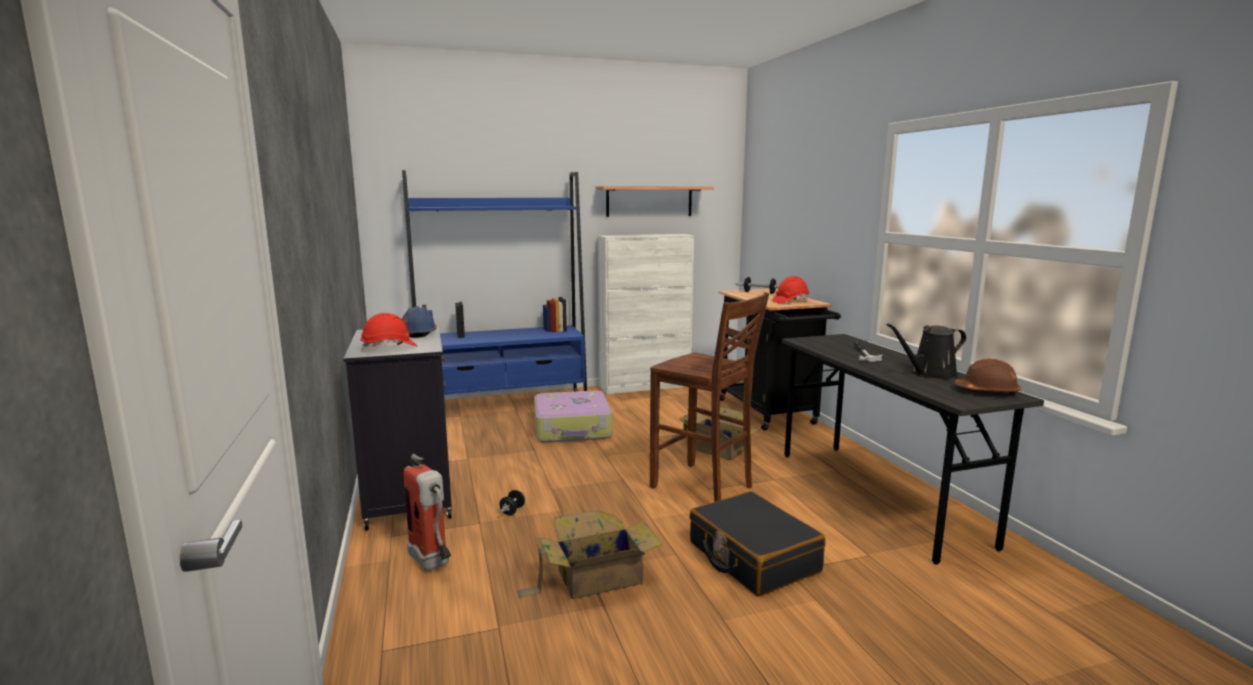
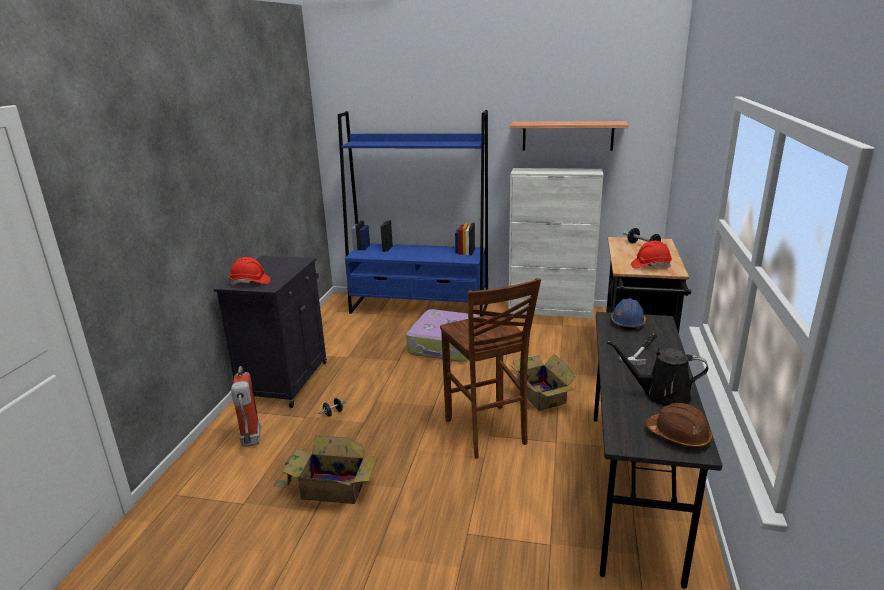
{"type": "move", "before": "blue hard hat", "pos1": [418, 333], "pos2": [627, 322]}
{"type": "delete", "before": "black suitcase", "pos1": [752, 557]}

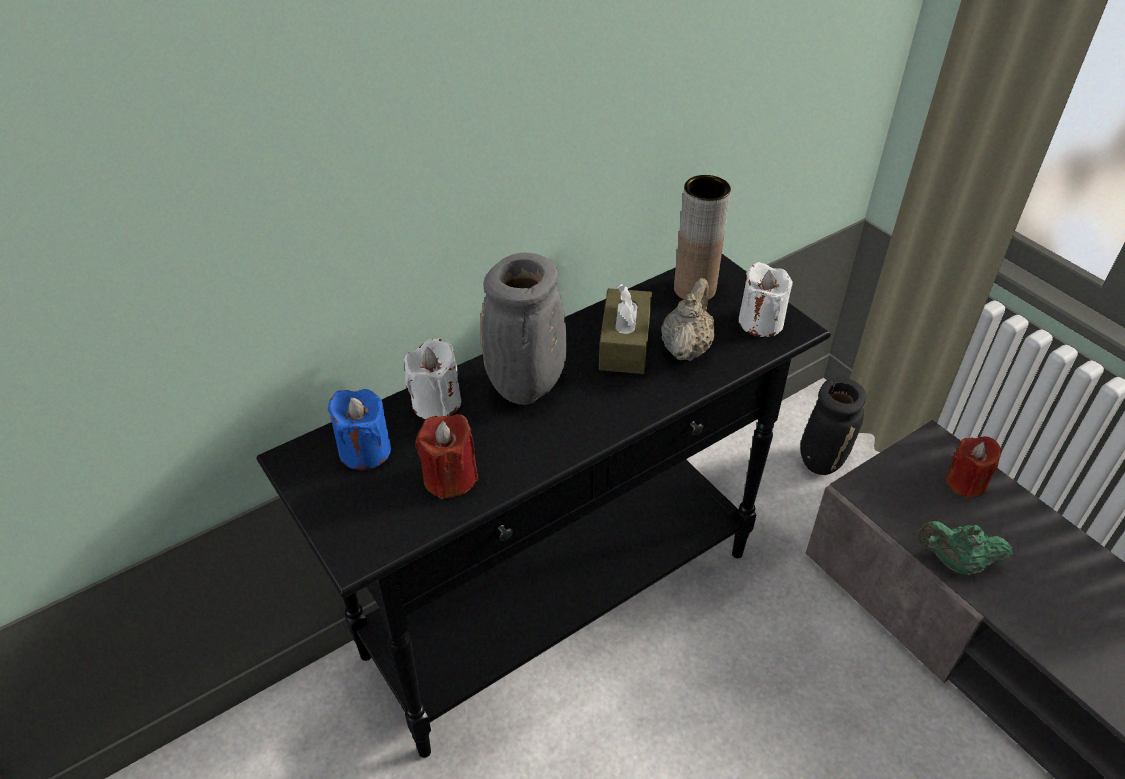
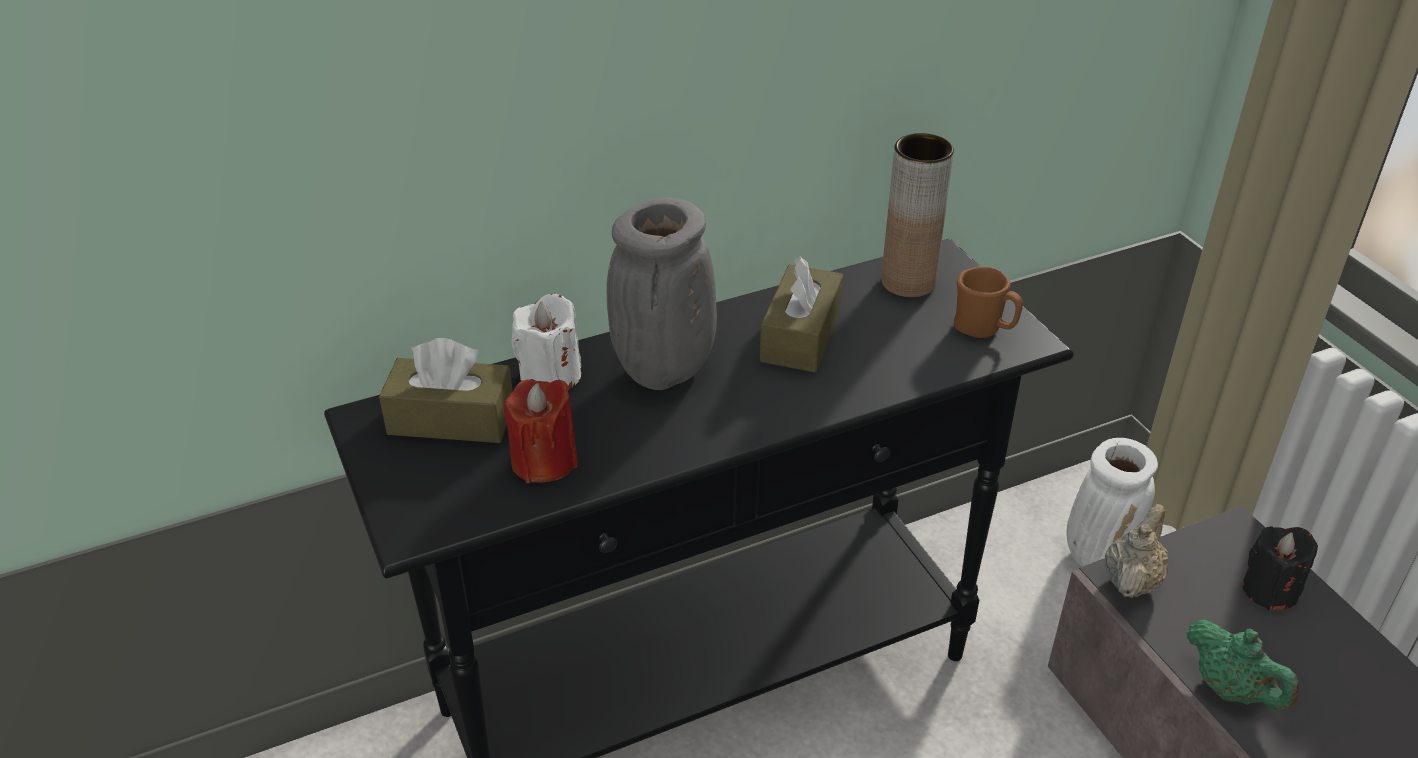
{"type": "replace", "before": "white candle", "after": "brown mug", "pos1": [760, 322], "pos2": [983, 329]}
{"type": "move", "before": "beige teapot", "pos1": [686, 348], "pos2": [1131, 580]}
{"type": "recolor", "before": "black vase", "after": "white vase", "pos1": [821, 460], "pos2": [1097, 553]}
{"type": "replace", "before": "blue candle", "after": "brown tissue box", "pos1": [365, 451], "pos2": [451, 419]}
{"type": "recolor", "before": "red candle", "after": "black candle", "pos1": [965, 482], "pos2": [1270, 590]}
{"type": "rotate", "before": "green teapot", "pos1": [955, 563], "pos2": [1231, 690], "turn": -150}

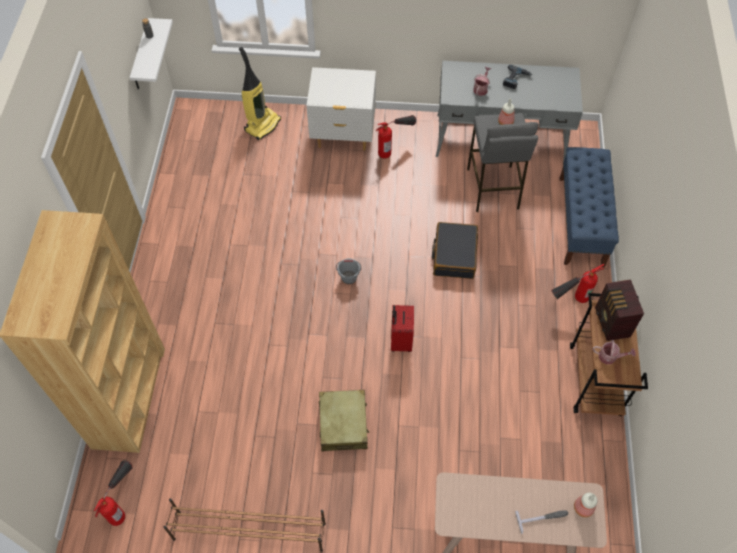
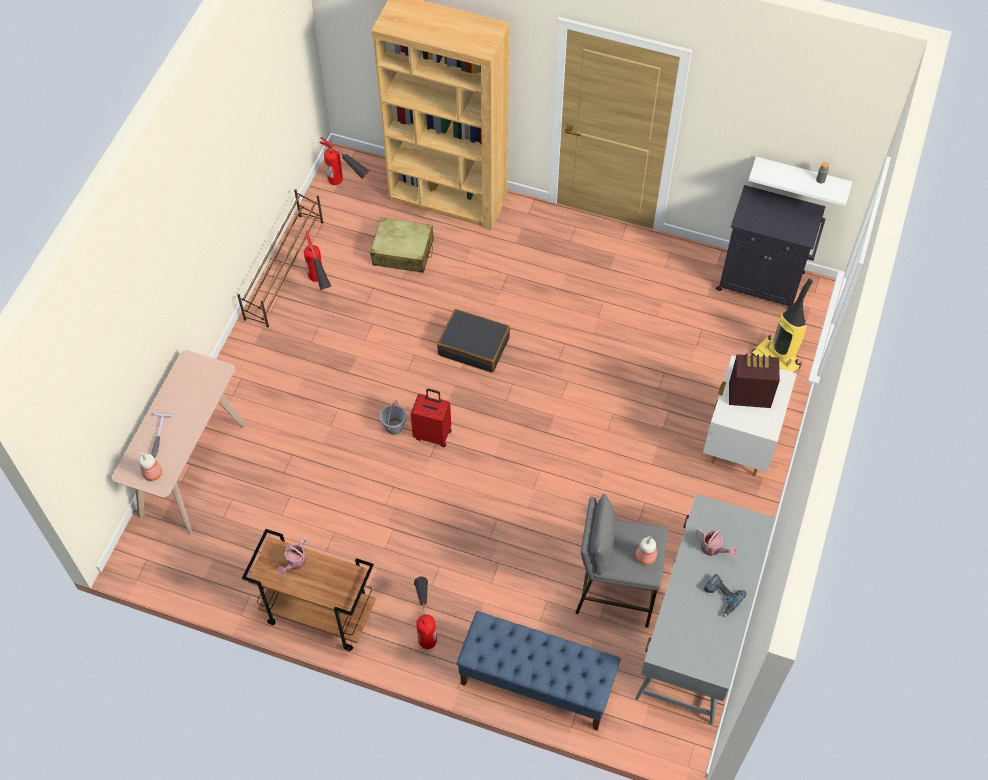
{"type": "move", "before": "fire extinguisher", "pos1": [394, 148], "pos2": [320, 287]}
{"type": "move", "before": "black suitcase", "pos1": [454, 255], "pos2": [474, 346]}
{"type": "move", "before": "grey bucket", "pos1": [348, 278], "pos2": [394, 426]}
{"type": "move", "before": "radio", "pos1": [611, 323], "pos2": [748, 394]}
{"type": "move", "before": "beige suitcase", "pos1": [343, 424], "pos2": [403, 252]}
{"type": "insert", "after": "black cabinet", "pos2": [762, 282]}

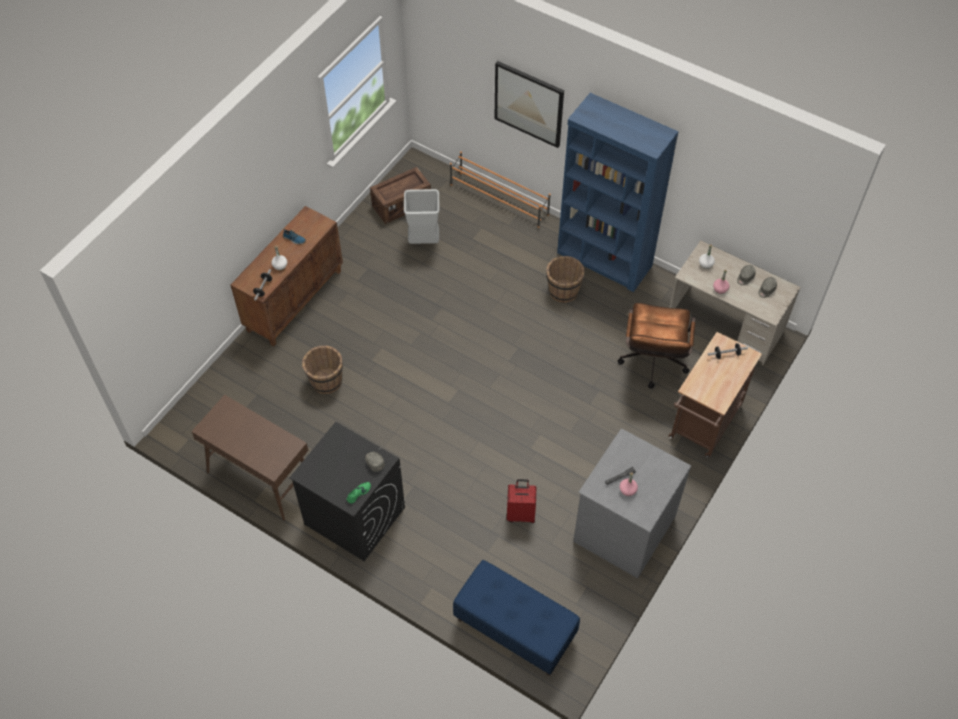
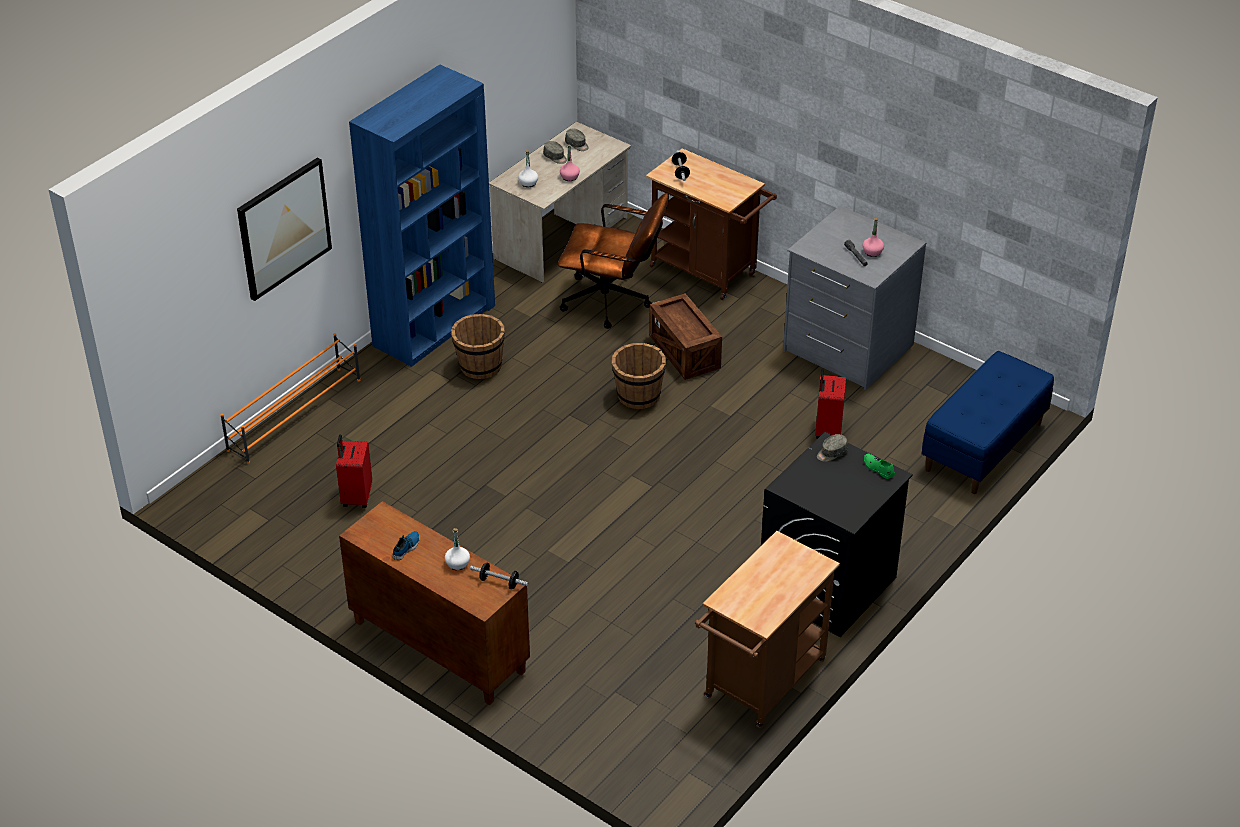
{"type": "move", "before": "crate", "pos1": [401, 205], "pos2": [685, 352]}
{"type": "replace", "before": "grey trash can", "after": "red suitcase", "pos1": [424, 242], "pos2": [356, 497]}
{"type": "move", "before": "brown bucket", "pos1": [326, 381], "pos2": [638, 396]}
{"type": "replace", "before": "brown console table", "after": "brown cart", "pos1": [261, 476], "pos2": [760, 685]}

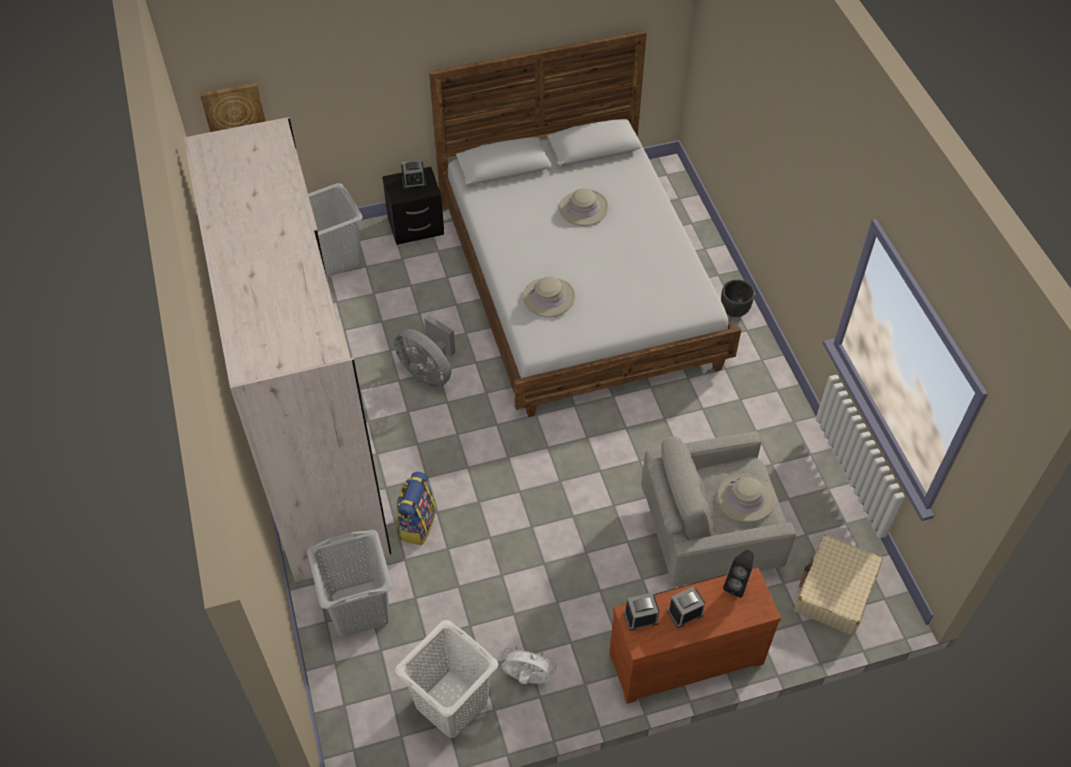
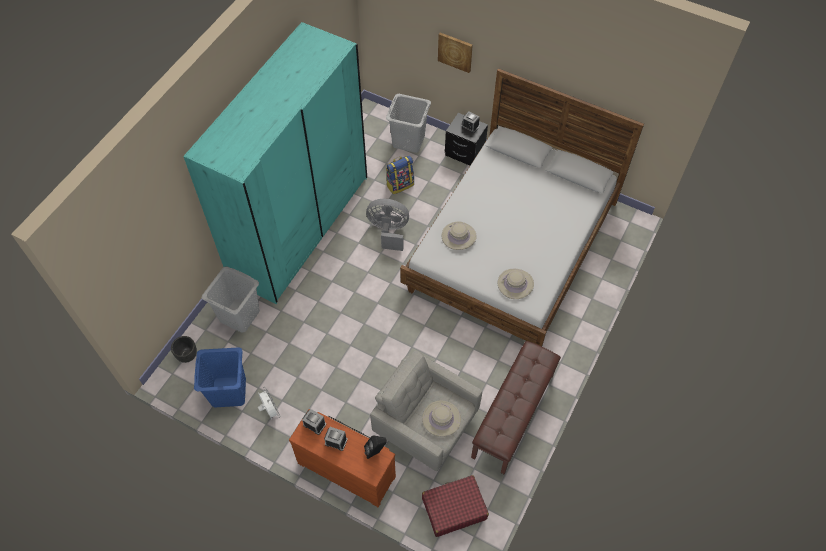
{"type": "move", "before": "picture", "pos1": [233, 109], "pos2": [455, 51]}
{"type": "recolor", "before": "beige wardrobe", "after": "turquoise wardrobe", "pos1": [315, 449], "pos2": [300, 227]}
{"type": "move", "before": "beige hat", "pos1": [583, 208], "pos2": [515, 284]}
{"type": "move", "before": "black planter", "pos1": [734, 311], "pos2": [187, 356]}
{"type": "rotate", "before": "grey fan", "pos1": [428, 372], "pos2": [388, 231], "turn": 105}
{"type": "move", "before": "backpack", "pos1": [416, 524], "pos2": [400, 184]}
{"type": "recolor", "before": "beige suitcase", "after": "red suitcase", "pos1": [834, 591], "pos2": [453, 508]}
{"type": "recolor", "before": "white laundry basket", "after": "blue laundry basket", "pos1": [451, 703], "pos2": [228, 391]}
{"type": "insert", "after": "brown bench", "pos2": [514, 415]}

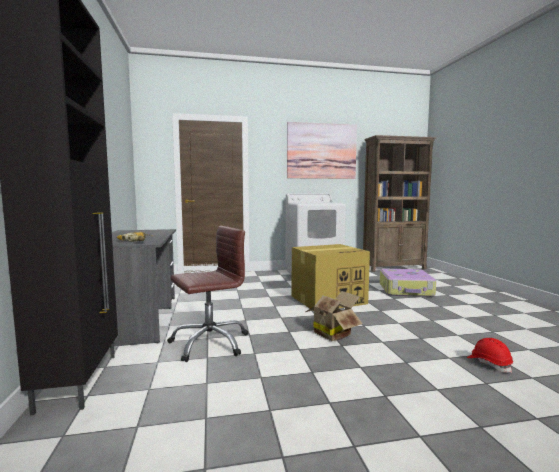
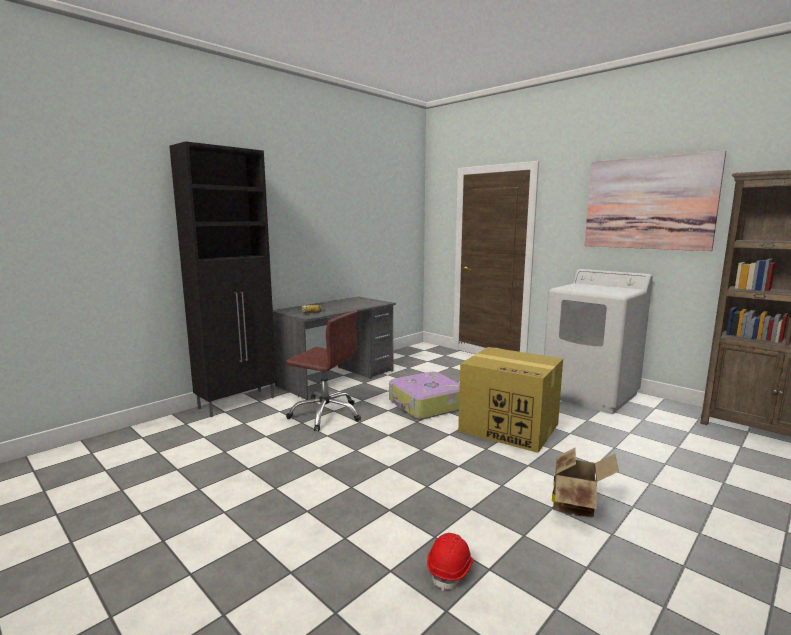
{"type": "move", "before": "suitcase", "pos1": [406, 290], "pos2": [426, 405]}
{"type": "move", "before": "cardboard box", "pos1": [333, 333], "pos2": [577, 504]}

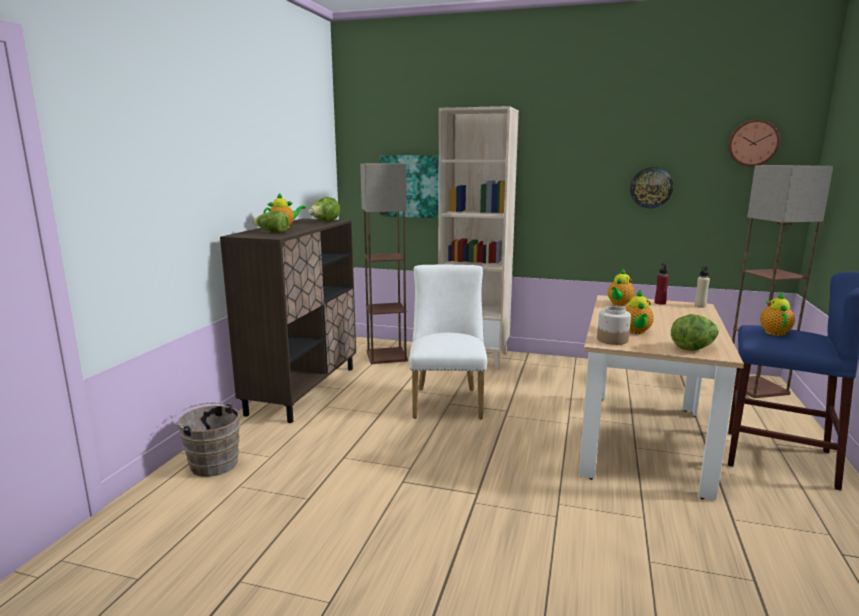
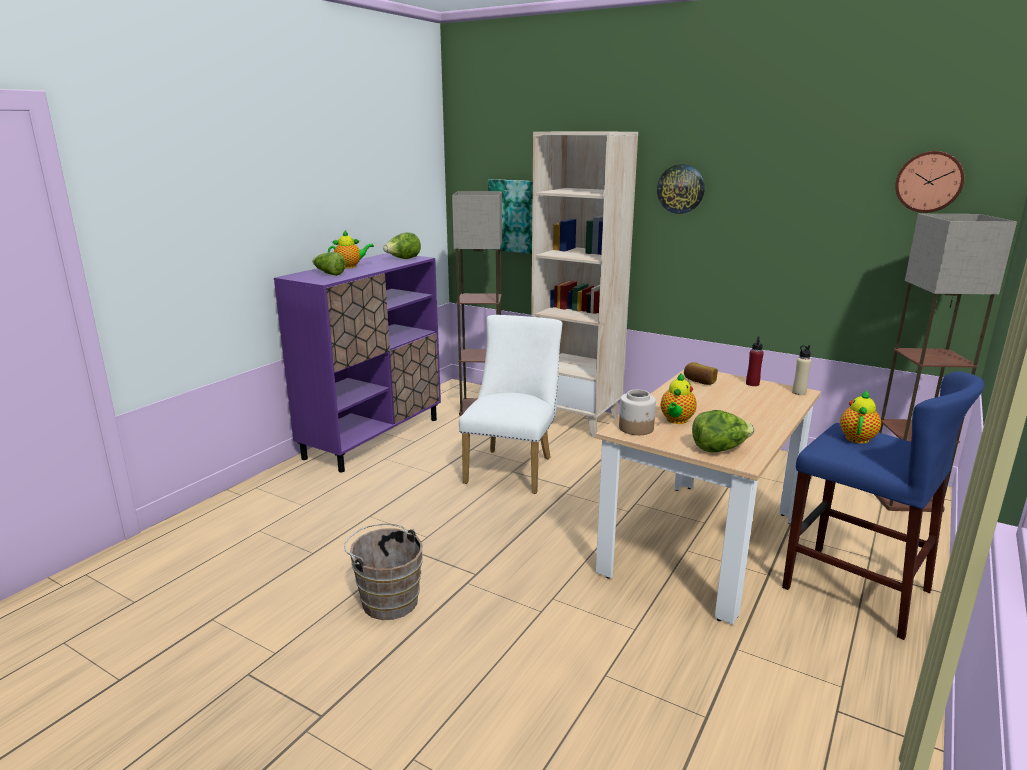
{"type": "move", "before": "wall clock", "pos1": [651, 187], "pos2": [681, 189]}
{"type": "recolor", "before": "brown cabinet", "after": "purple cabinet", "pos1": [303, 390], "pos2": [373, 438]}
{"type": "replace", "before": "teapot", "after": "bread", "pos1": [619, 304], "pos2": [699, 381]}
{"type": "move", "before": "brown bucket", "pos1": [211, 463], "pos2": [387, 599]}

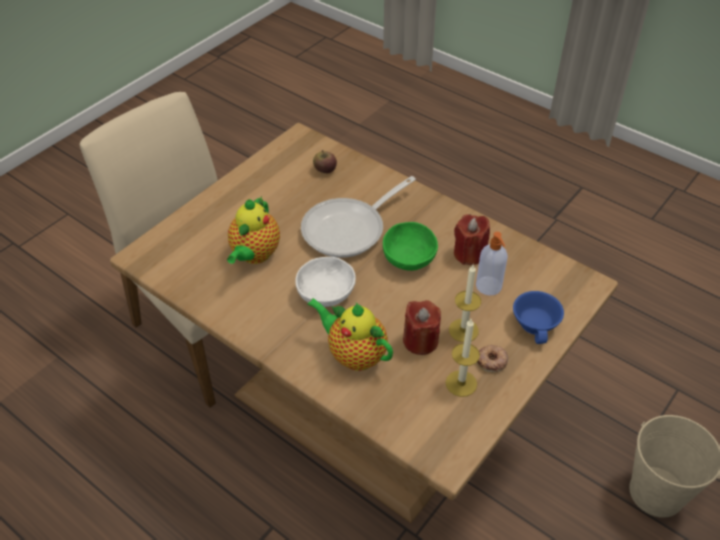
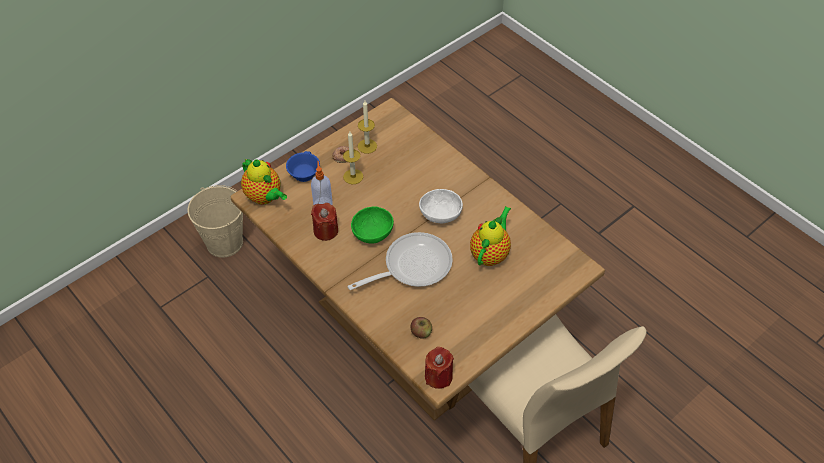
{"type": "move", "before": "teapot", "pos1": [354, 354], "pos2": [265, 197]}
{"type": "move", "before": "red candle", "pos1": [420, 341], "pos2": [438, 376]}

